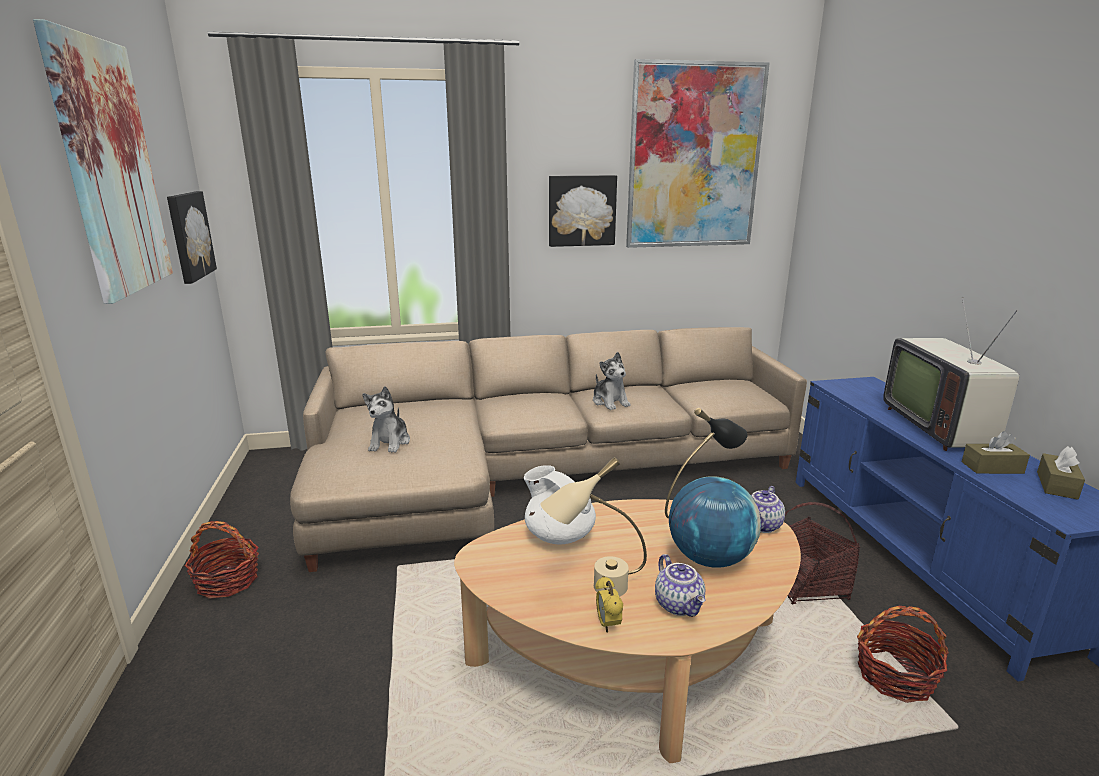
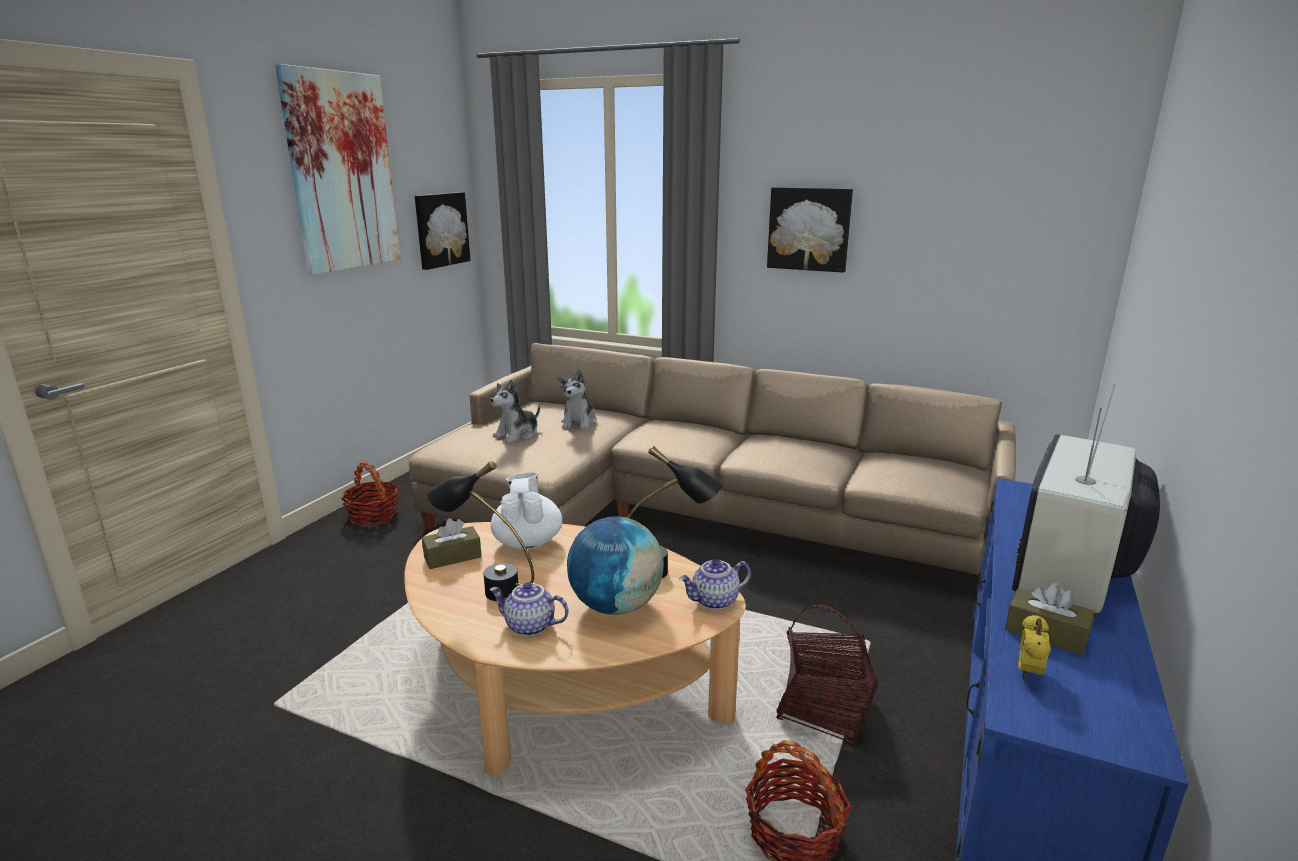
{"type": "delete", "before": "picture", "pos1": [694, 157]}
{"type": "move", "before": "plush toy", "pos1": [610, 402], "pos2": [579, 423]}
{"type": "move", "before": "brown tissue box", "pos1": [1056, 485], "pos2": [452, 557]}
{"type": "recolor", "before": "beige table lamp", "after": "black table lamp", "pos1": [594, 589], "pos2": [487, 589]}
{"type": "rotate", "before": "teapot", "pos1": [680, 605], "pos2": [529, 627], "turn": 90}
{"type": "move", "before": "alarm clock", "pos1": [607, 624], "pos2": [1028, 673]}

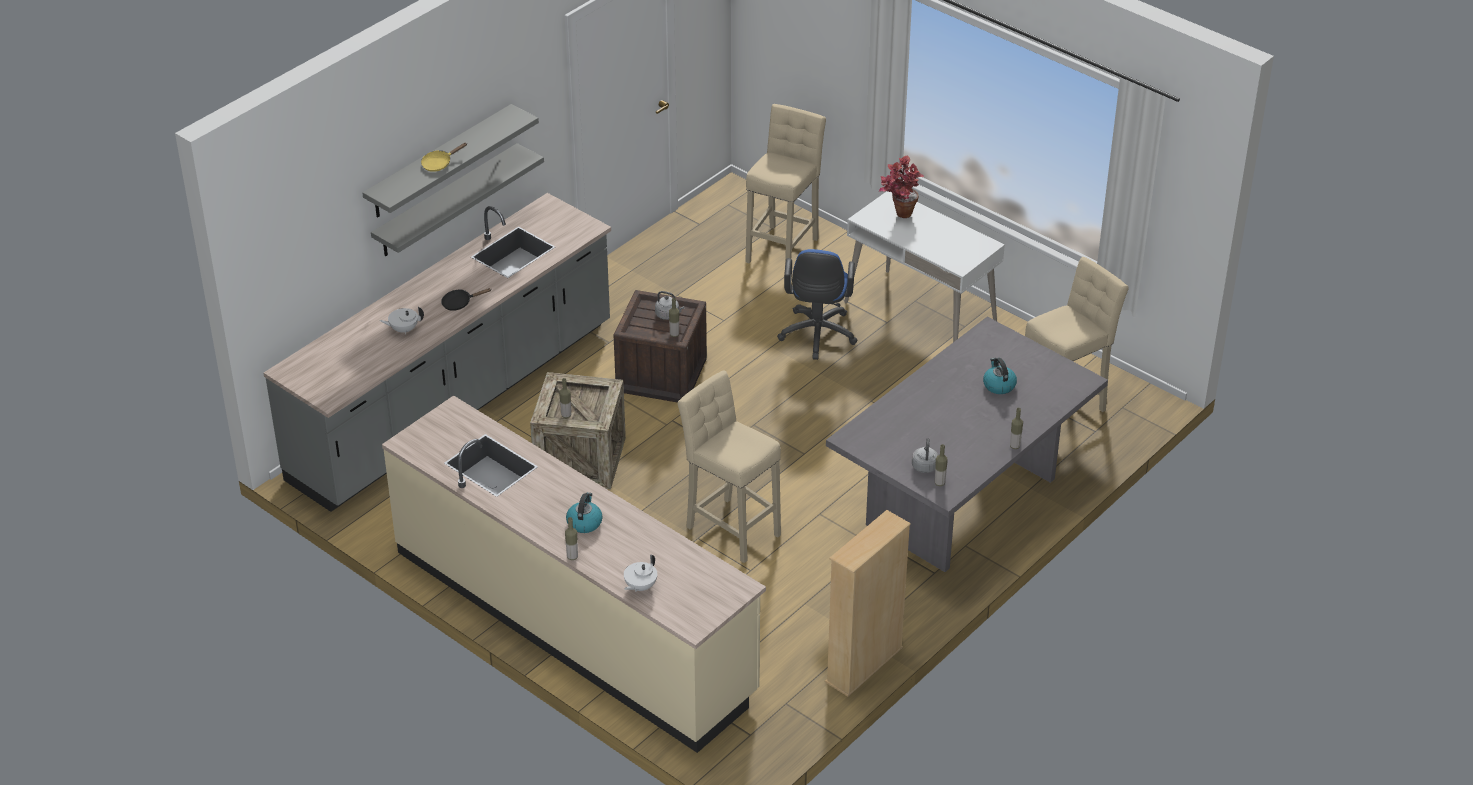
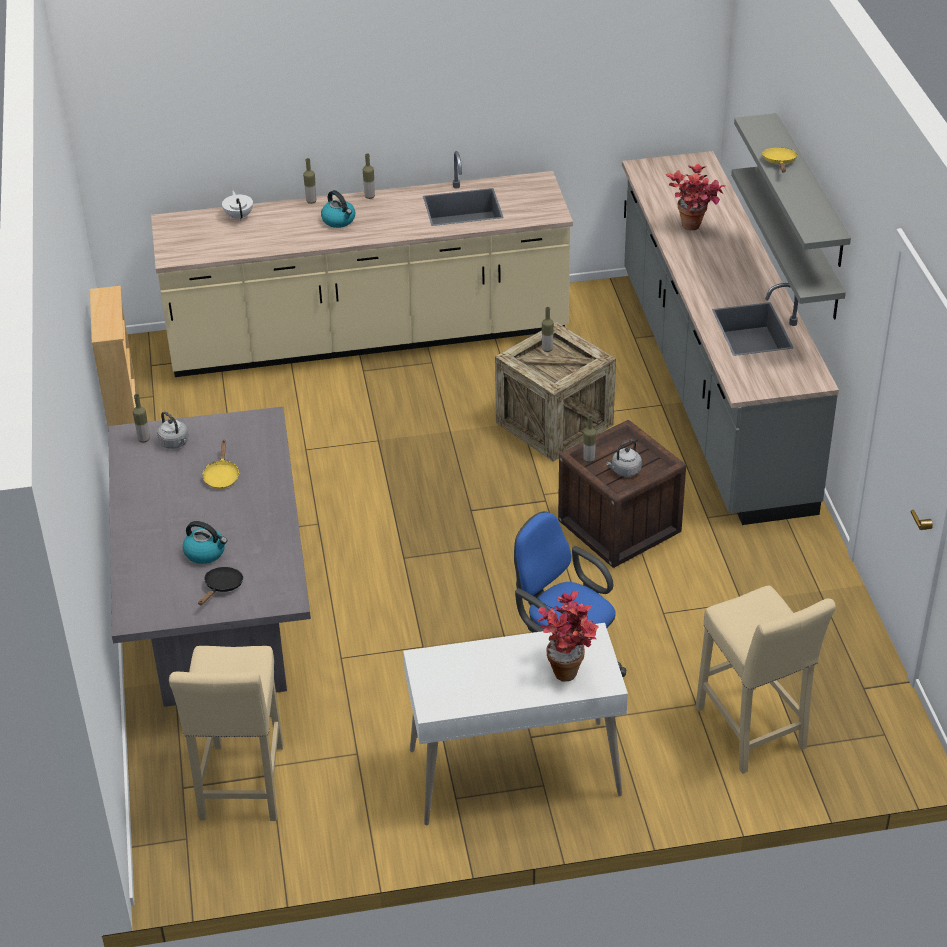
{"type": "move", "before": "black frying pan", "pos1": [460, 303], "pos2": [222, 587]}
{"type": "replace", "before": "white teapot", "after": "potted plant", "pos1": [403, 329], "pos2": [695, 229]}
{"type": "delete", "before": "beige stool", "pos1": [730, 527]}
{"type": "move", "before": "bottle", "pos1": [1015, 446], "pos2": [369, 196]}
{"type": "insert", "after": "yellow frying pan", "pos2": [221, 476]}

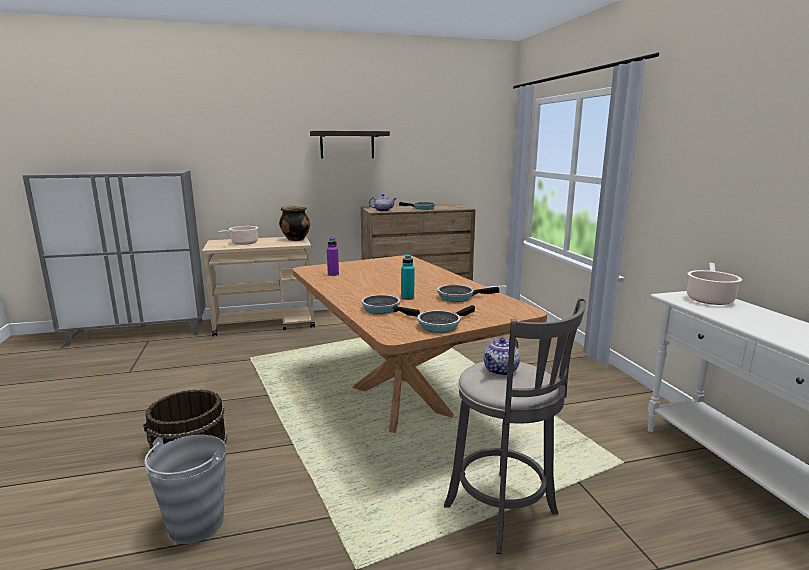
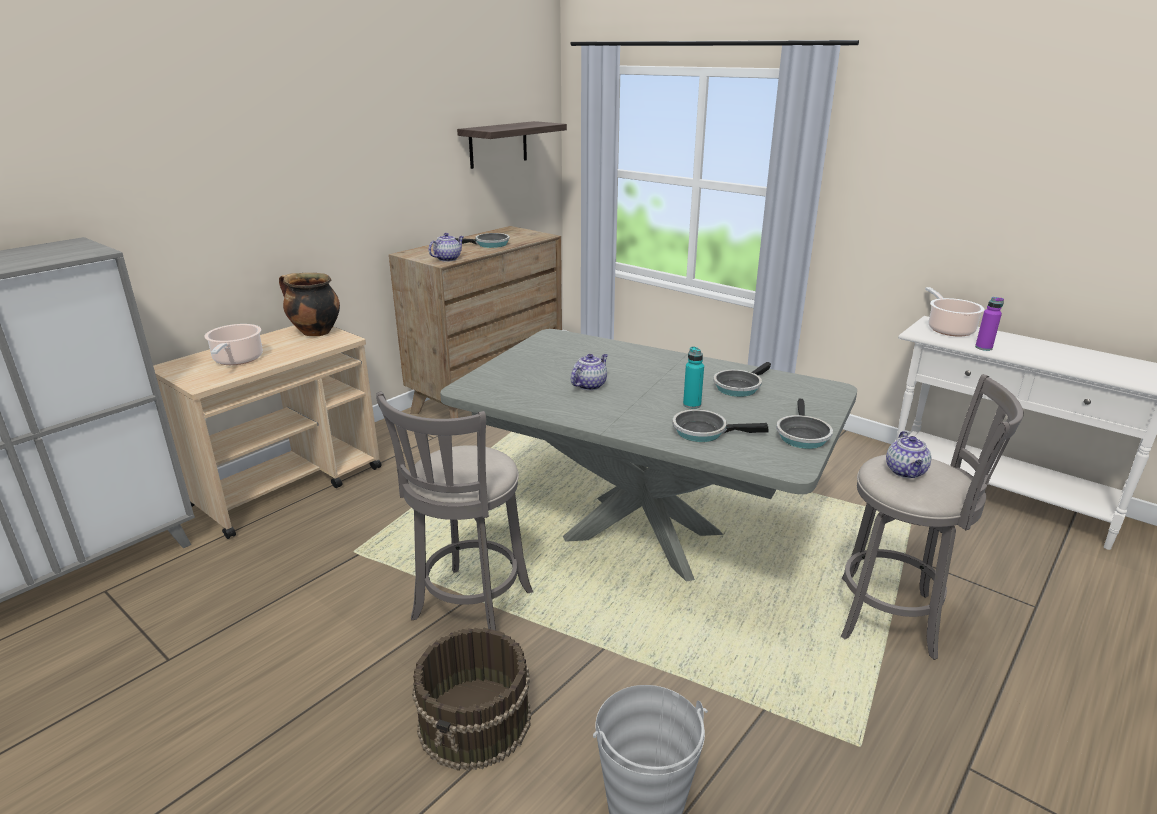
{"type": "move", "before": "shelf", "pos1": [347, 145], "pos2": [498, 144]}
{"type": "move", "before": "purple bottle", "pos1": [333, 274], "pos2": [983, 348]}
{"type": "recolor", "before": "brown dining table", "after": "grey dining table", "pos1": [400, 400], "pos2": [642, 535]}
{"type": "insert", "after": "teapot", "pos2": [589, 385]}
{"type": "insert", "after": "grey stool", "pos2": [470, 609]}

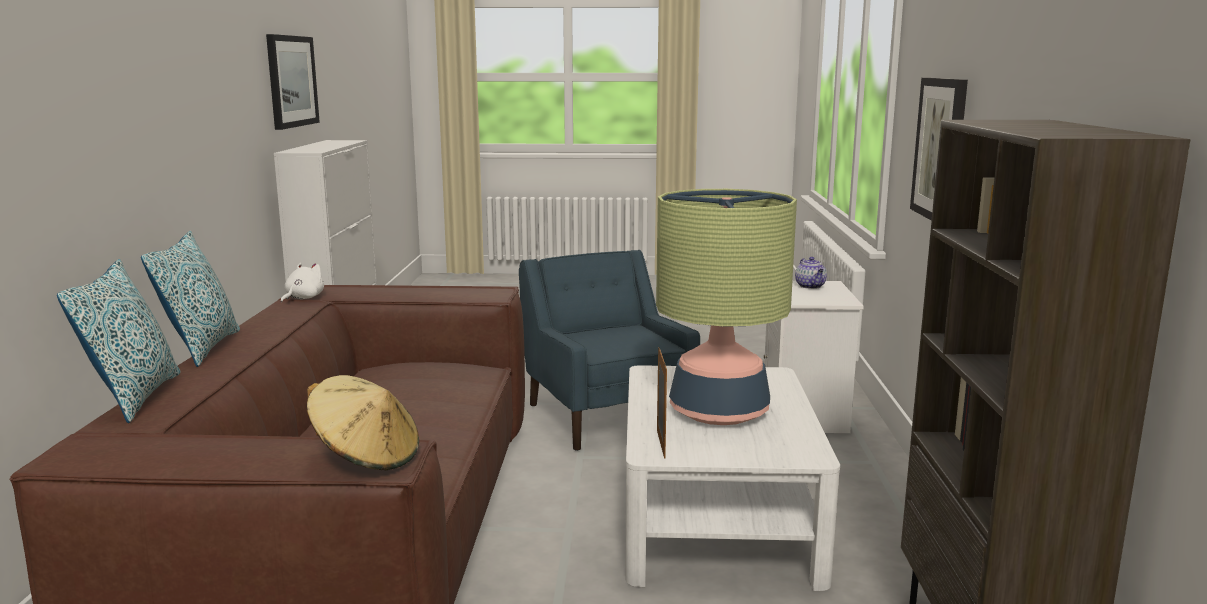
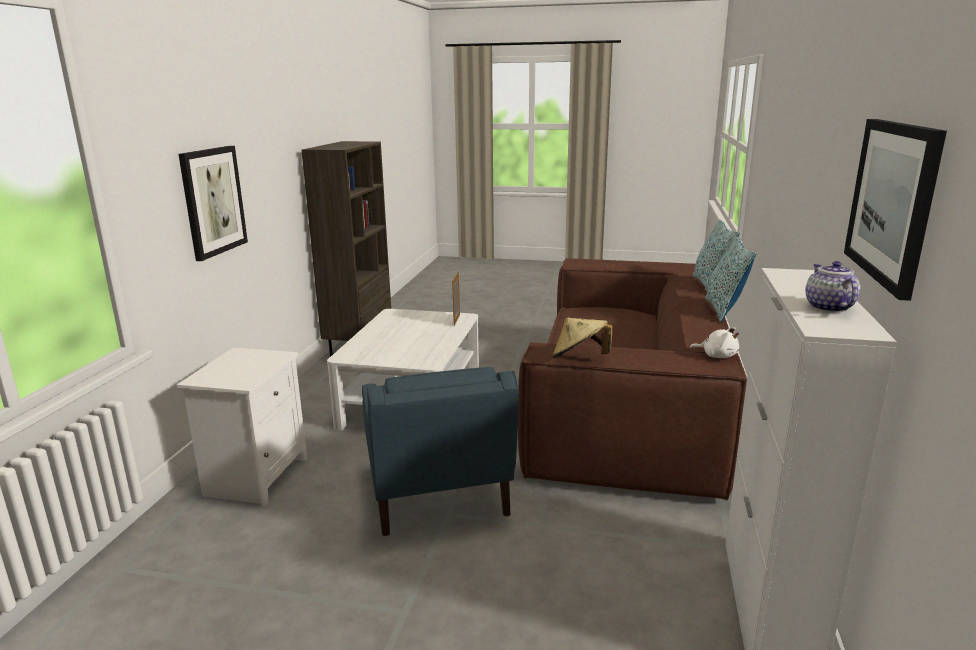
{"type": "delete", "before": "table lamp", "pos1": [718, 412]}
{"type": "move", "before": "teapot", "pos1": [810, 286], "pos2": [828, 307]}
{"type": "rotate", "before": "white plush toy", "pos1": [303, 298], "pos2": [717, 356], "turn": -90}
{"type": "move", "before": "beige hat", "pos1": [366, 456], "pos2": [579, 358]}

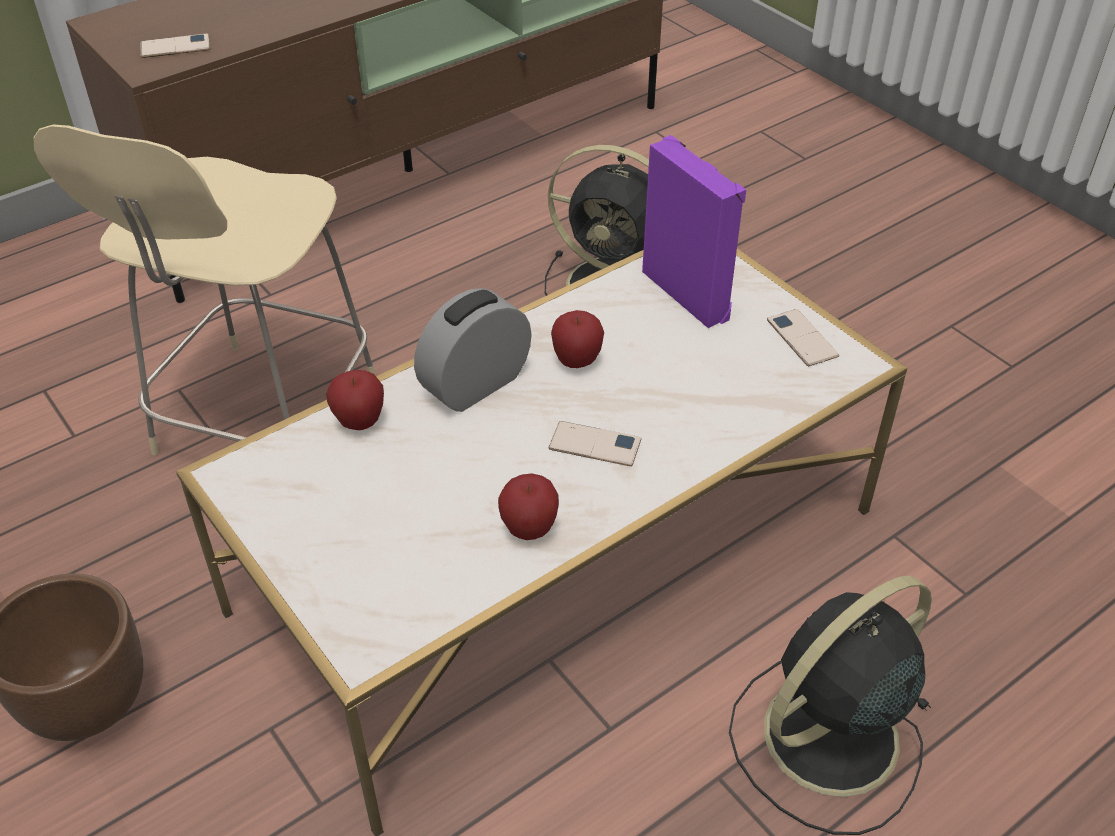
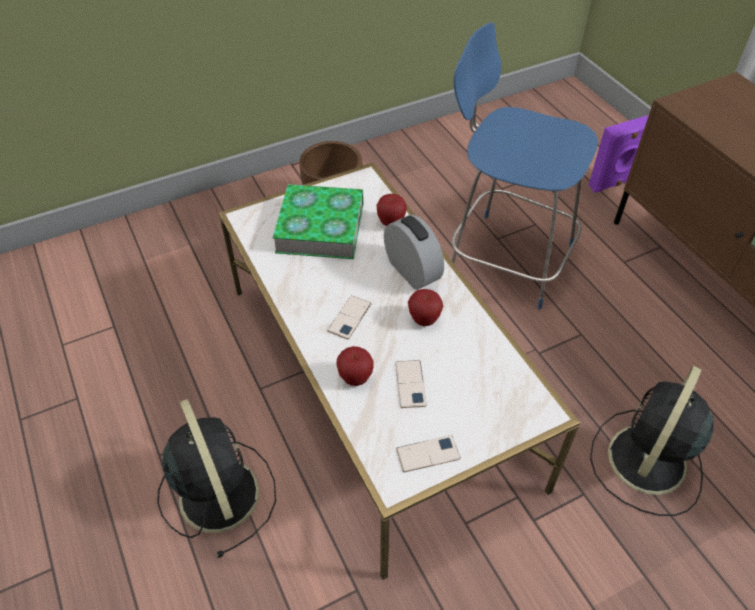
{"type": "move", "before": "phone", "pos1": [175, 47], "pos2": [410, 384]}
{"type": "recolor", "before": "beige stool", "after": "blue stool", "pos1": [263, 422], "pos2": [506, 258]}
{"type": "move", "before": "purple speaker", "pos1": [688, 294], "pos2": [613, 183]}
{"type": "move", "before": "apple", "pos1": [529, 530], "pos2": [355, 378]}
{"type": "insert", "after": "book", "pos2": [320, 227]}

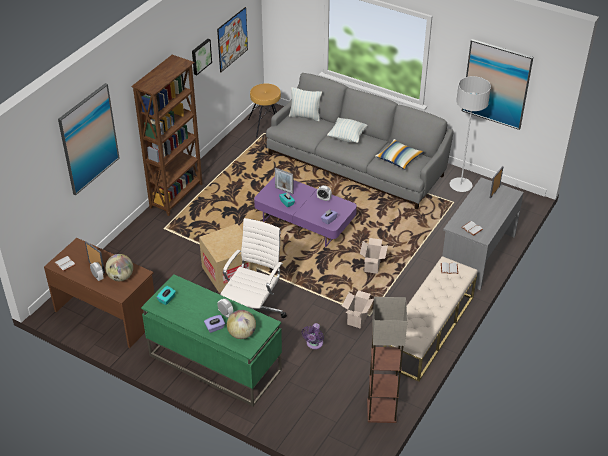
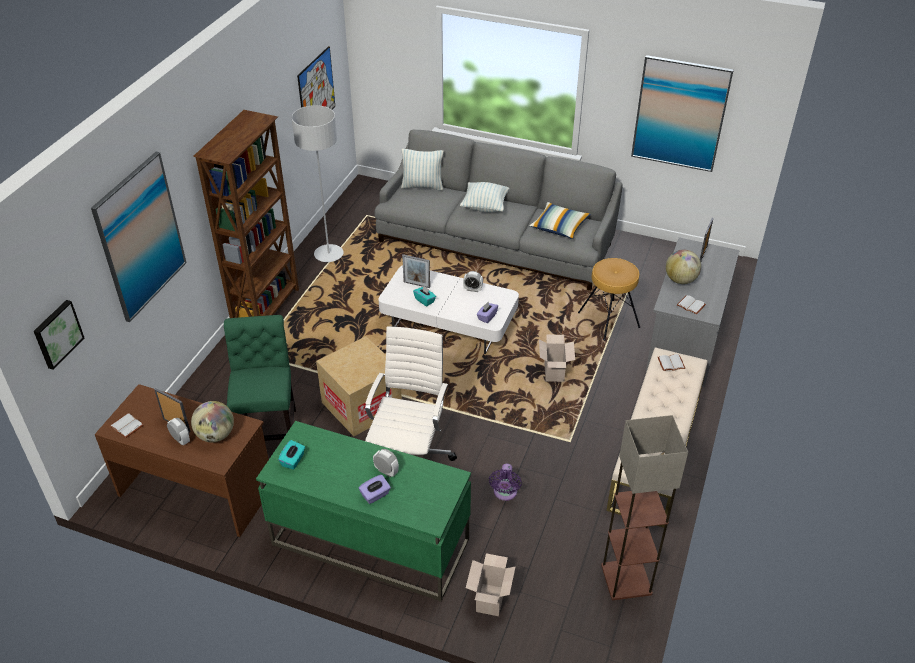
{"type": "move", "before": "picture", "pos1": [200, 56], "pos2": [57, 334]}
{"type": "move", "before": "grey floor lamp", "pos1": [460, 185], "pos2": [328, 254]}
{"type": "move", "before": "brown stool", "pos1": [266, 125], "pos2": [609, 320]}
{"type": "recolor", "before": "purple coffee table", "after": "white coffee table", "pos1": [305, 222], "pos2": [449, 324]}
{"type": "move", "before": "cardboard box", "pos1": [357, 319], "pos2": [489, 599]}
{"type": "move", "before": "globe", "pos1": [242, 334], "pos2": [680, 280]}
{"type": "insert", "after": "green chair", "pos2": [269, 430]}

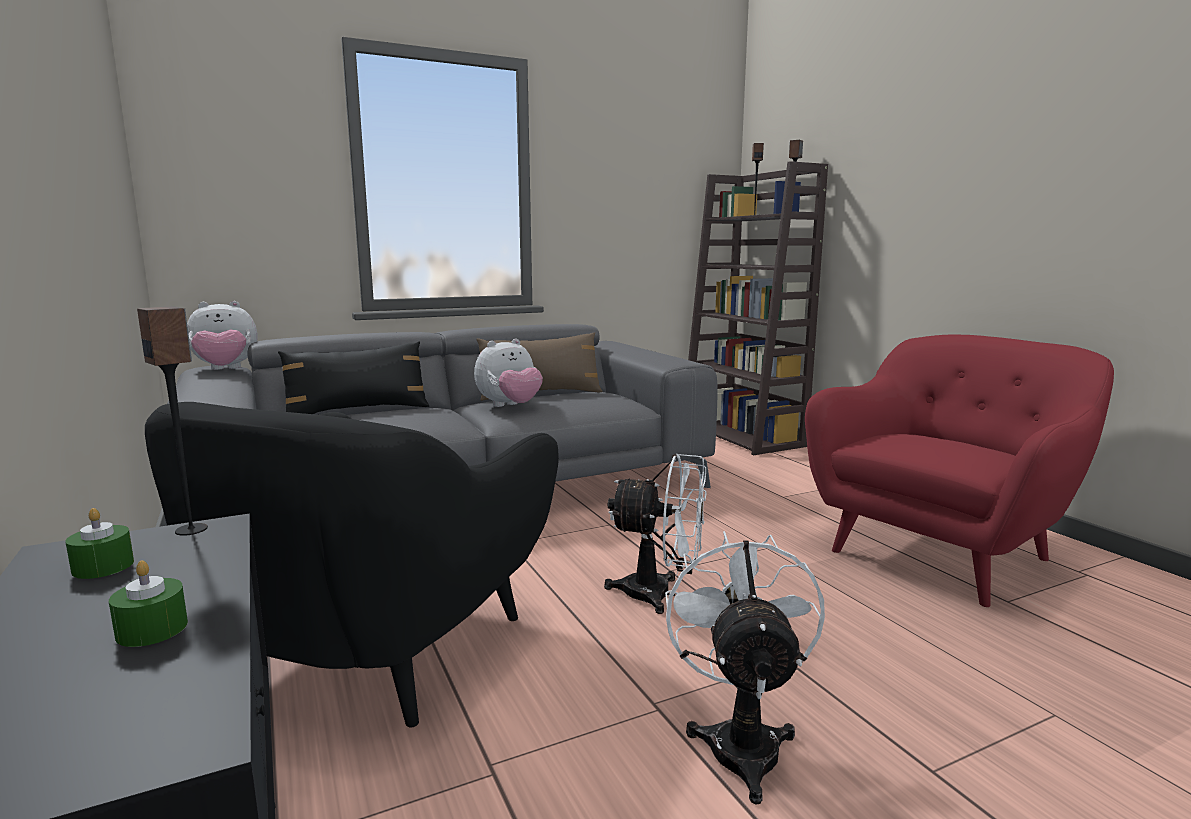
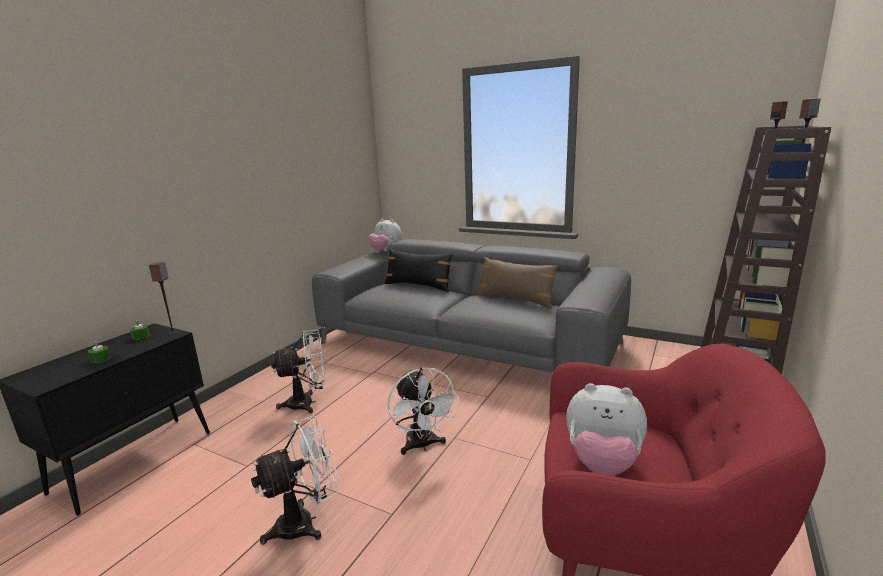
{"type": "move", "before": "plush toy", "pos1": [510, 406], "pos2": [602, 463]}
{"type": "replace", "before": "black armchair", "after": "white fan", "pos1": [381, 650], "pos2": [307, 403]}

